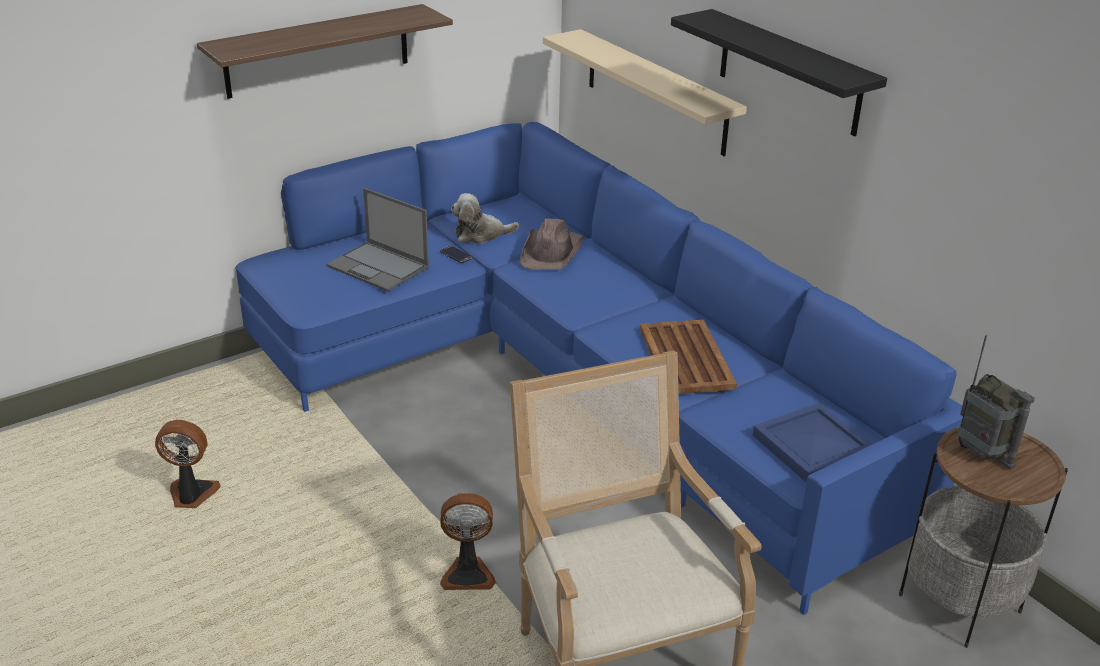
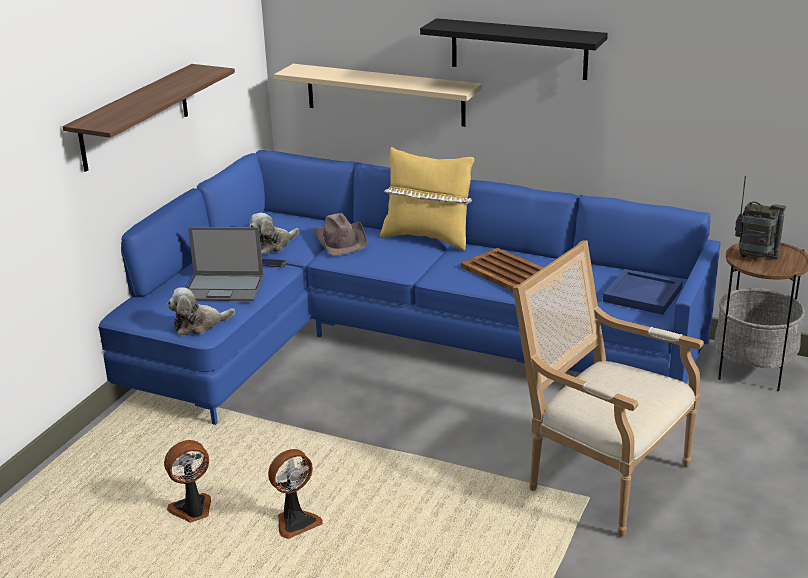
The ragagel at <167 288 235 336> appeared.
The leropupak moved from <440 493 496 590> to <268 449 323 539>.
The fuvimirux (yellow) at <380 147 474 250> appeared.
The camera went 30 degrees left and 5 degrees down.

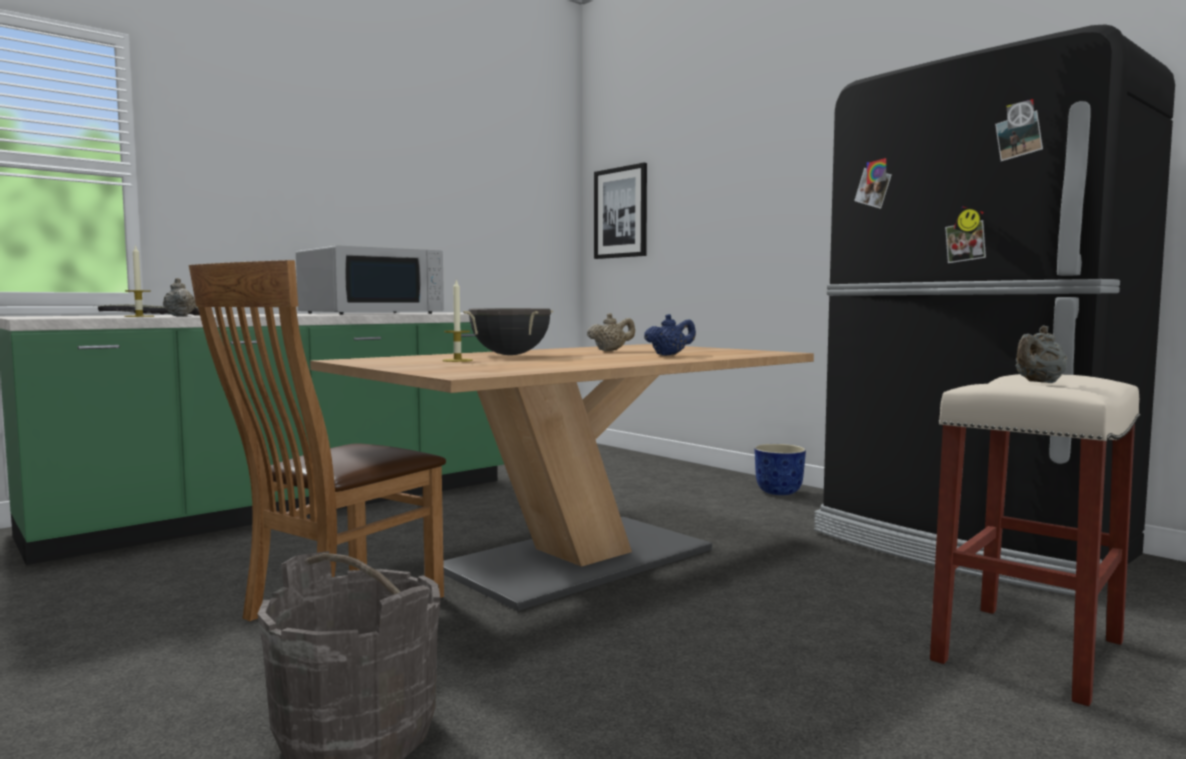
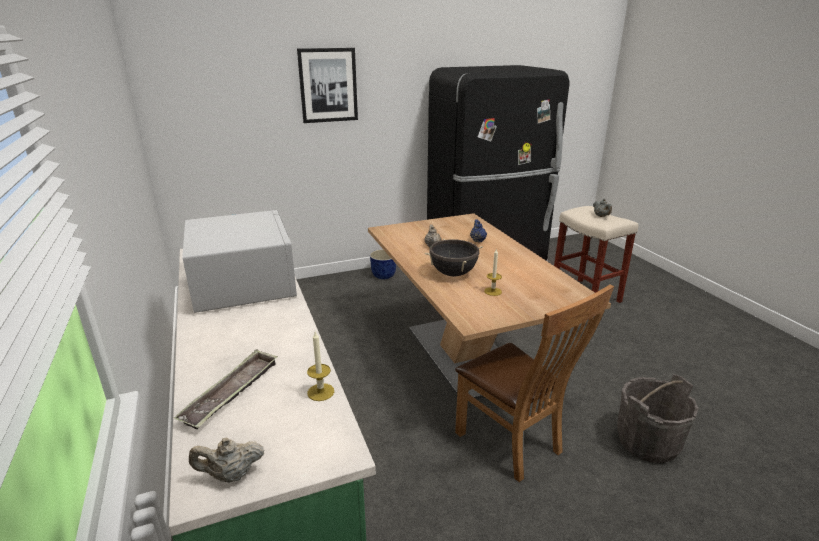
The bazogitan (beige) moved from <163 278 196 316> to <189 437 264 482>.
The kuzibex moved from <594 163 647 259> to <297 48 358 123>.
The camera went 70 degrees left and 20 degrees up.

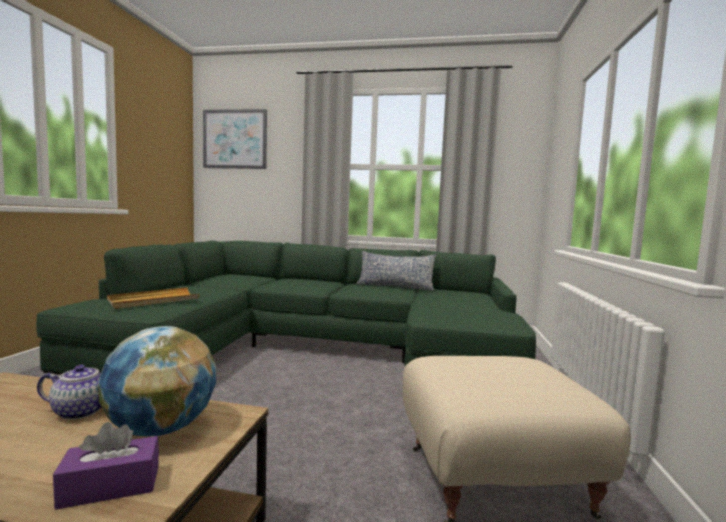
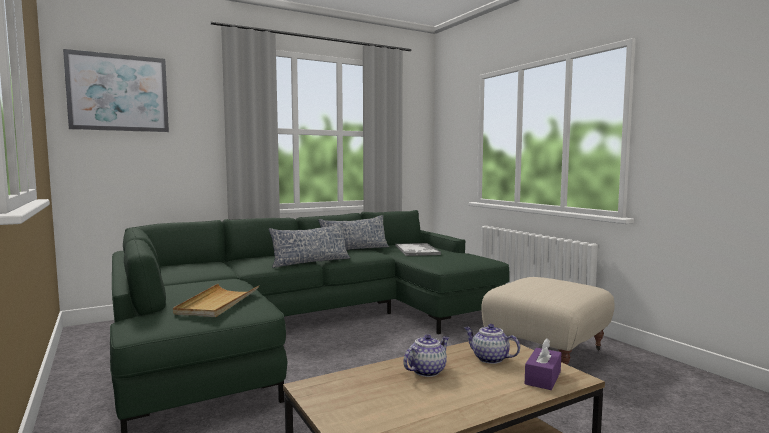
The fuvimirux at <269 222 350 268> appeared.
The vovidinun at <396 243 441 256> appeared.
The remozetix at <98 326 216 436> was replaced by the bazogitan at <464 324 520 364>.
The camera went 40 degrees left and 0 degrees up.

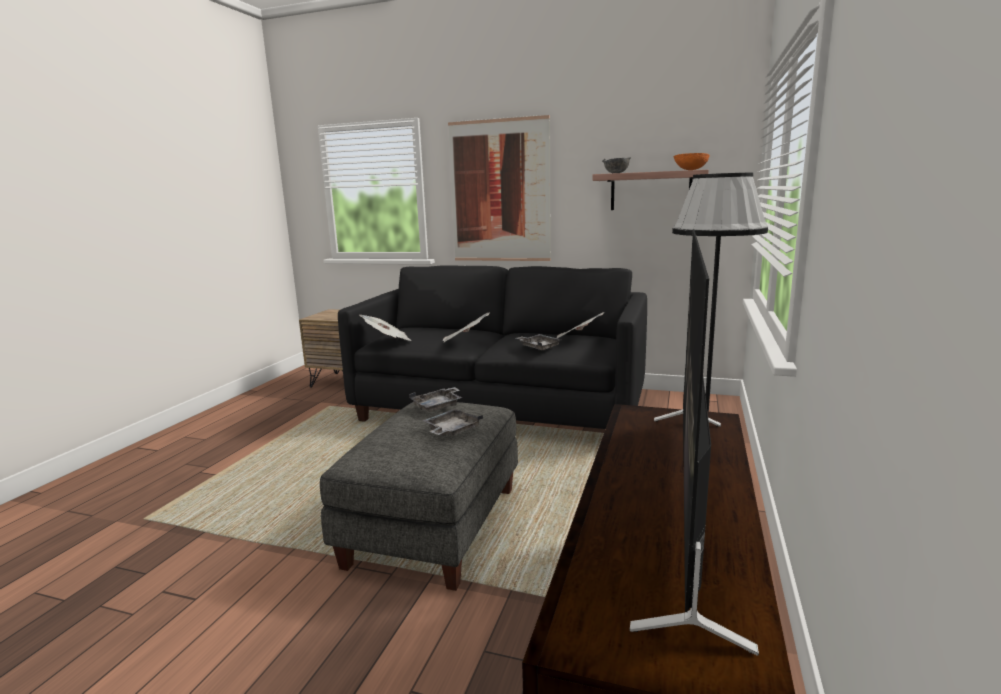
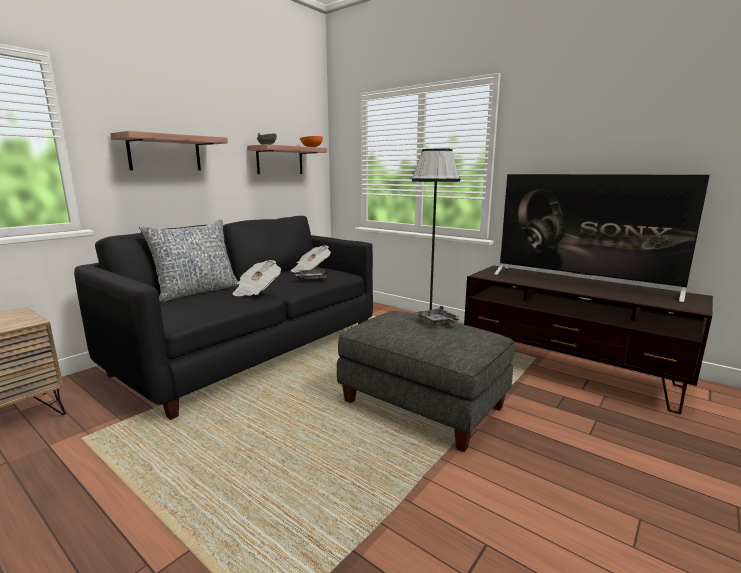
The kuzibex at <448 115 551 261> was replaced by the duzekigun at <110 131 228 171>.
The fuvimirux at <139 219 240 302> appeared.
The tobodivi at <359 315 412 341> disappeared.
The vovidinun (grey) at <409 387 462 412> disappeared.
The camera went 70 degrees left and 0 degrees up.

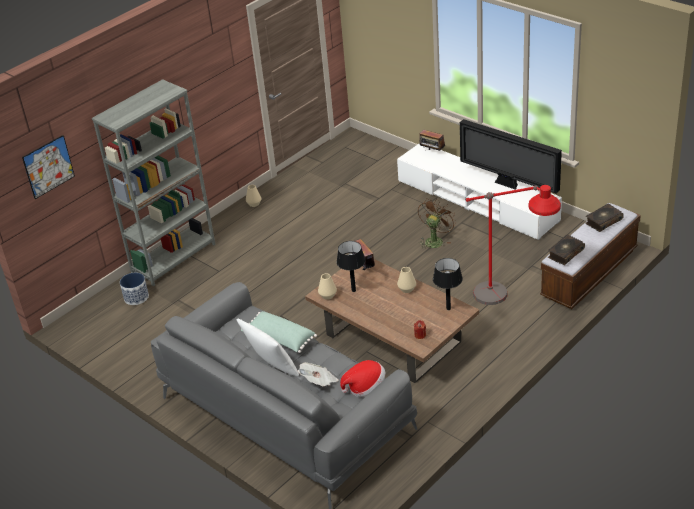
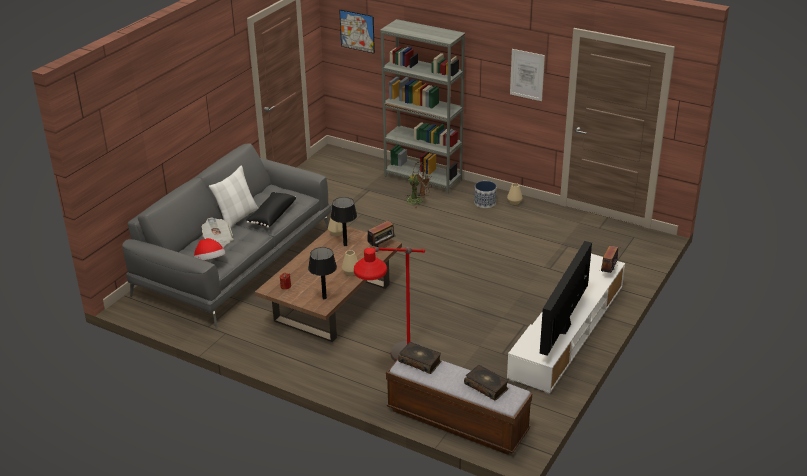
The fuvimirux (green) at <241 311 317 353> became the fuvimirux (black) at <246 192 296 228>.
The leropupak (brown) moved from <418 199 456 250> to <404 162 432 208>.
The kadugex moved from <120 273 149 305> to <474 181 497 208>.
The kuzibex at <510 49 545 101> appeared.
The camera went 75 degrees right and 5 degrees down.

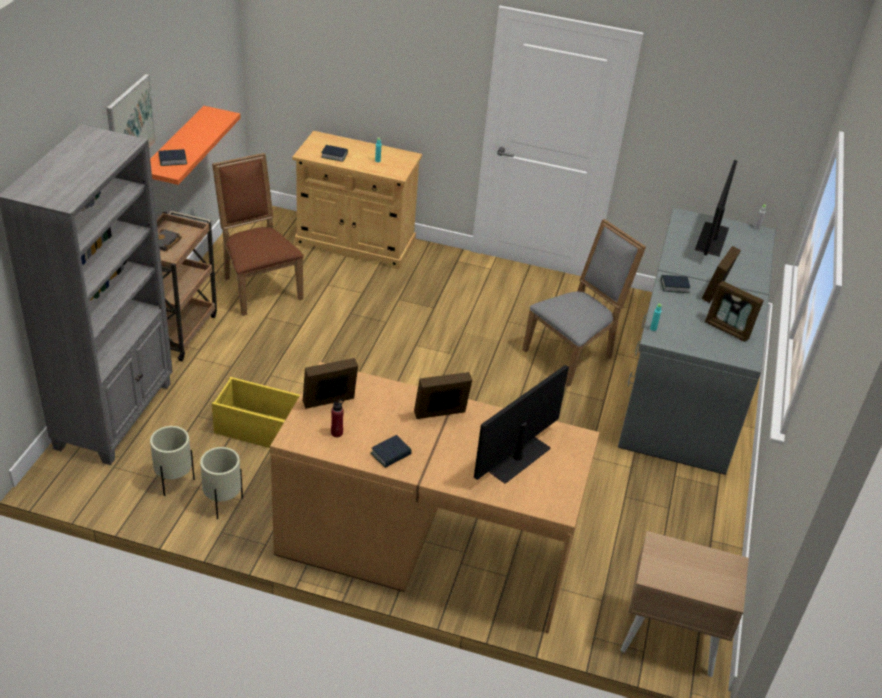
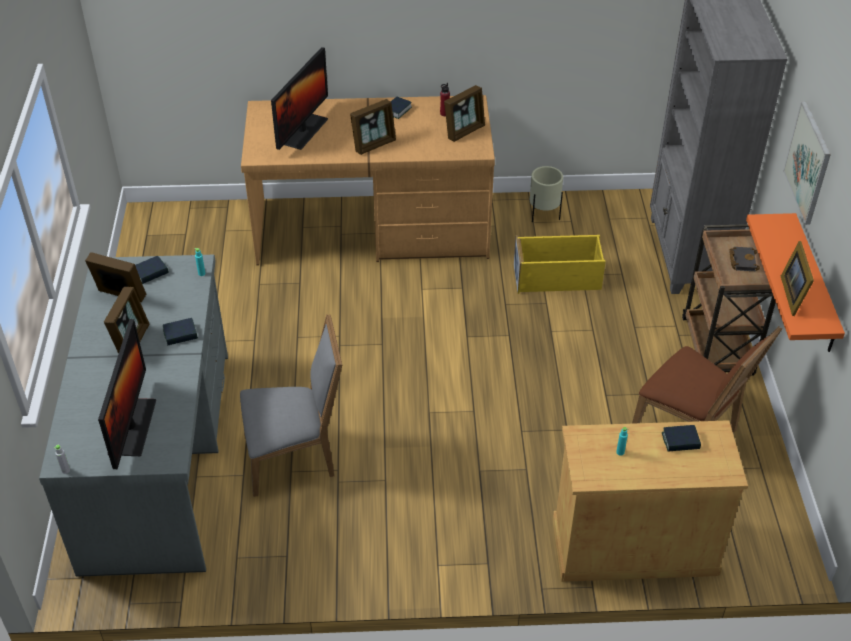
The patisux moved from <159 149 187 166> to <135 256 169 284>.
The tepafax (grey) at <522 219 646 386> turned 135 degrees counterclockwise.
The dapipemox at <781 241 814 316> appeared.
The kadugex (beige) at <150 426 195 496> disappeared.
The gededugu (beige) at <621 531 749 677> disappeared.
The camera went 165 degrees right and 5 degrees up.

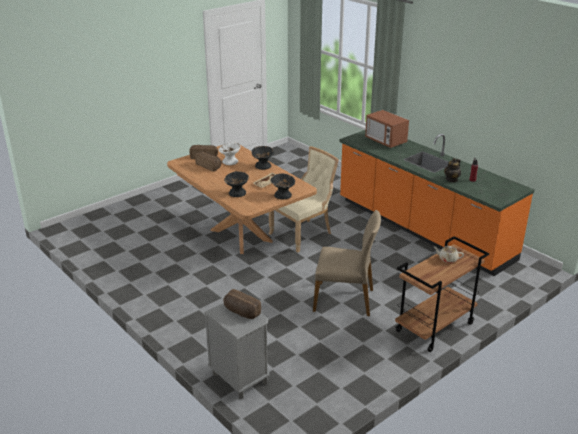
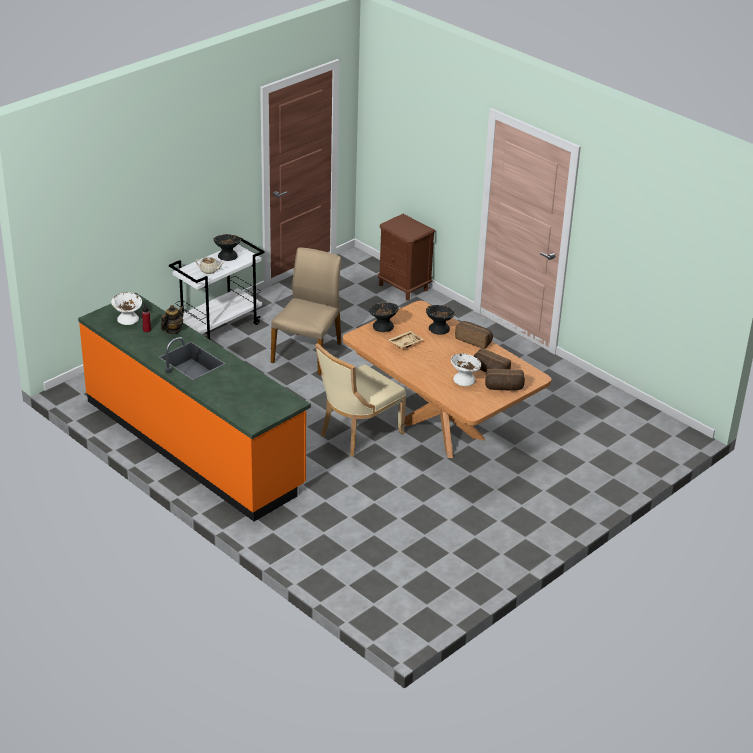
The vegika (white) at <111 292 142 325> appeared.
The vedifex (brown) at <395 236 489 352> became the vedifex (white) at <169 235 265 339>.
The vegika (black) moved from <251 146 274 170> to <214 234 241 261>.
The tepafax (beige) at <313 210 381 316> turned 105 degrees clockwise.
The gededugu (grey) at <204 303 270 399> became the gededugu (brown) at <378 214 435 301>.
The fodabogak moved from <224 289 261 319> to <455 321 493 349>.
The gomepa at <365 110 409 148> disappeared.
The camera went 175 degrees right and 5 degrees up.

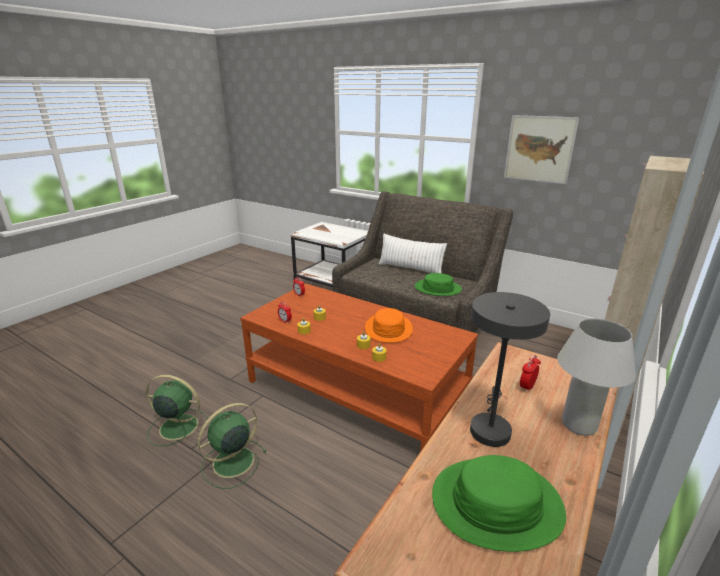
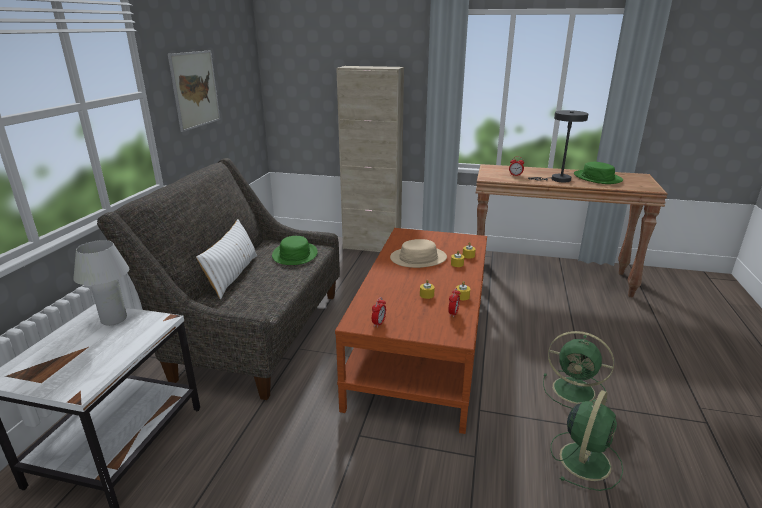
The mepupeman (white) moved from <557 318 636 436> to <73 240 129 326>.
The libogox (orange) at <365 308 413 343> became the libogox (beige) at <390 239 447 268>.
The leropupak (green) at <146 375 207 446> turned 135 degrees counterclockwise.
The camera went 110 degrees left and 0 degrees up.

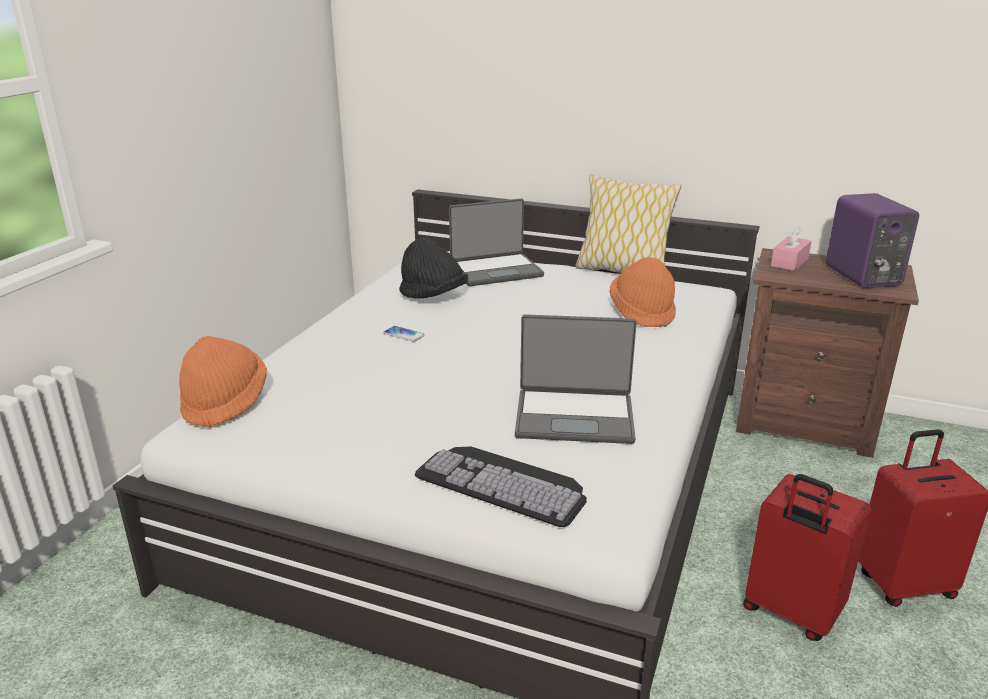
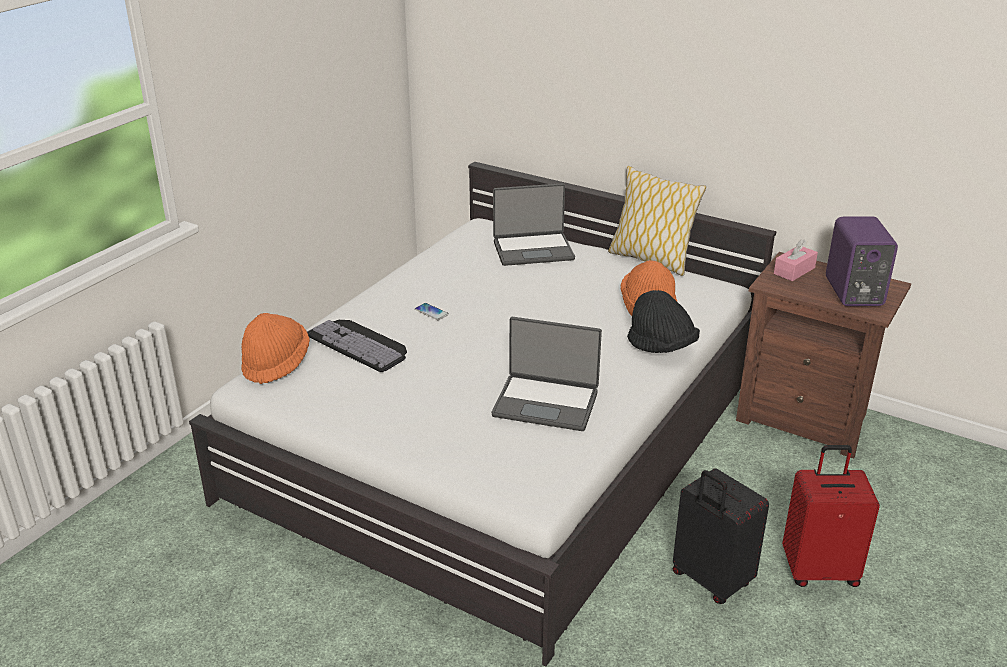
The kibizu moved from <415 447 587 527> to <307 320 407 372>.
The libogox (black) moved from <399 238 468 299> to <627 290 700 353>.
The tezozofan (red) at <743 474 871 641> became the tezozofan (black) at <673 468 769 604>.
The camera went 10 degrees right and 5 degrees up.

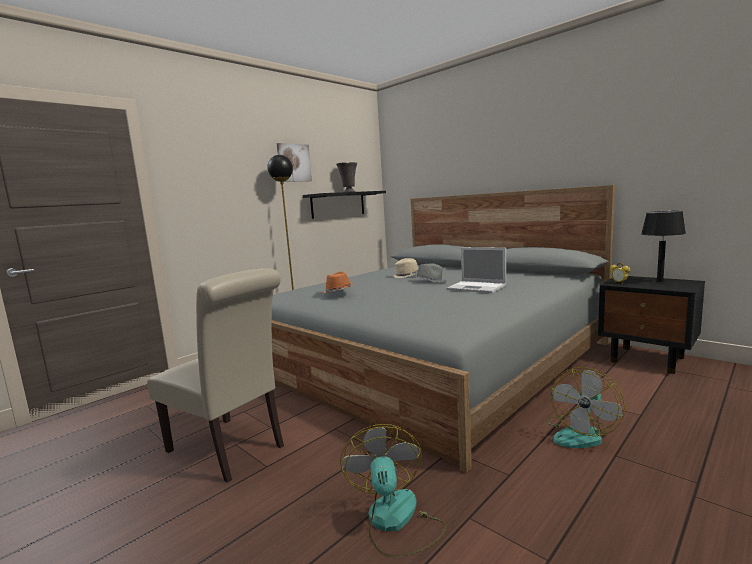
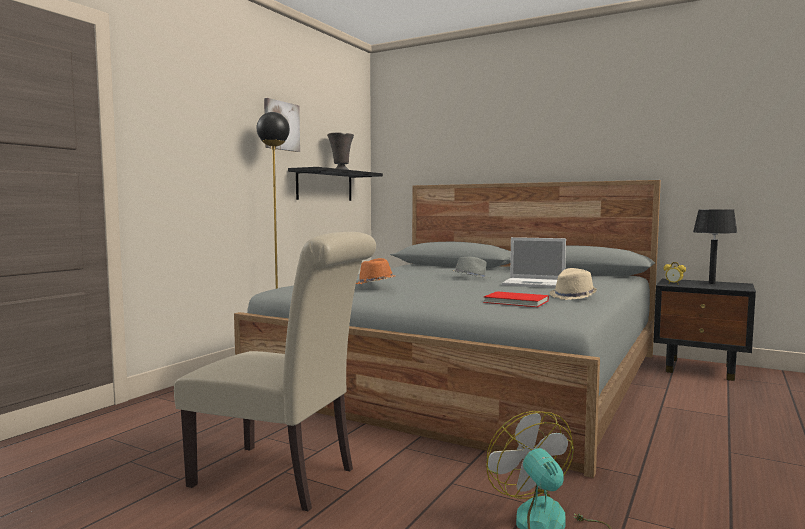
The patisux (red) at <483 291 549 307> appeared.
The libogox (beige) moved from <393 258 419 278> to <549 268 597 300>.
The leropupak at <546 367 625 448> disappeared.
The camera went 15 degrees left and 5 degrees down.

